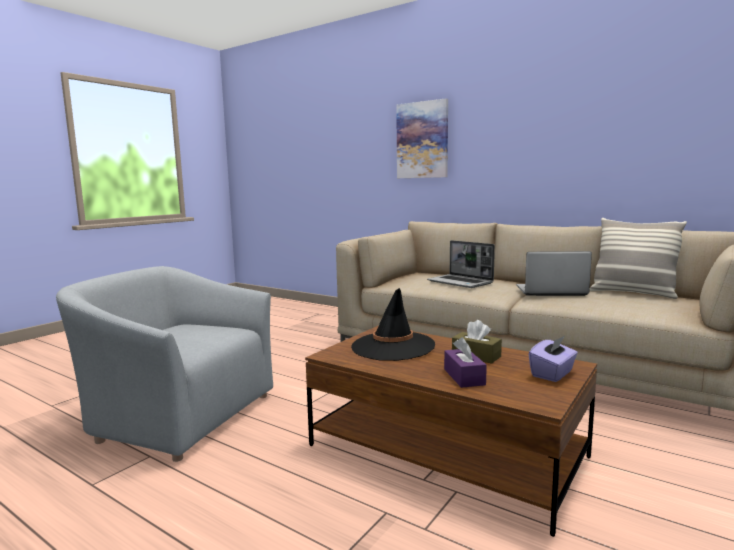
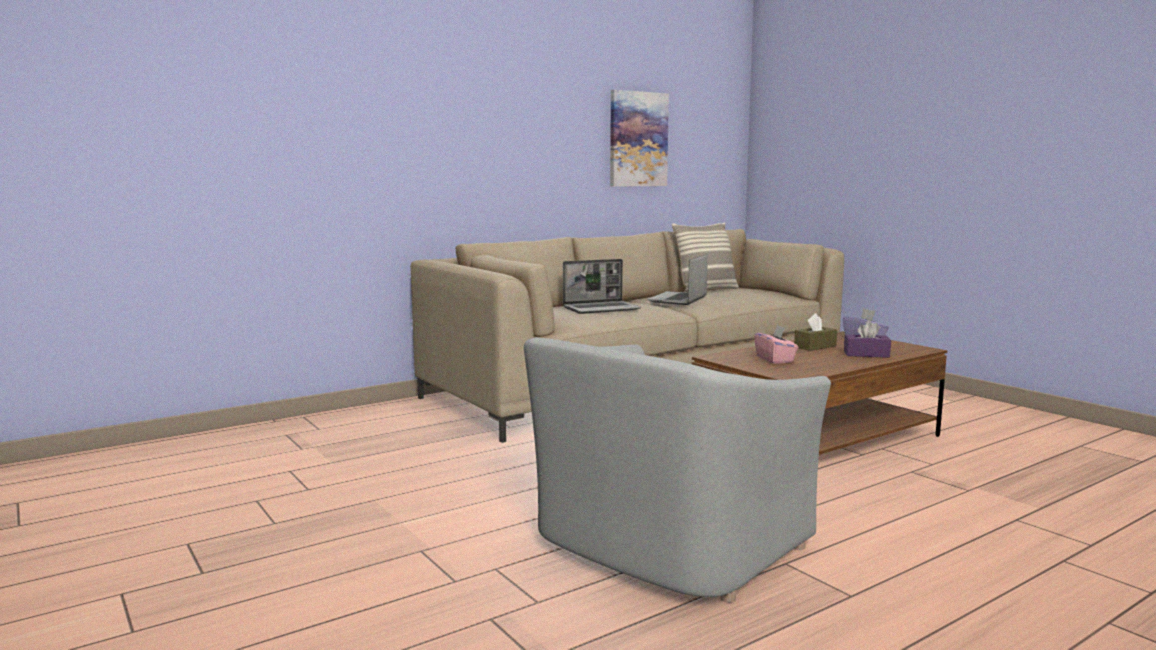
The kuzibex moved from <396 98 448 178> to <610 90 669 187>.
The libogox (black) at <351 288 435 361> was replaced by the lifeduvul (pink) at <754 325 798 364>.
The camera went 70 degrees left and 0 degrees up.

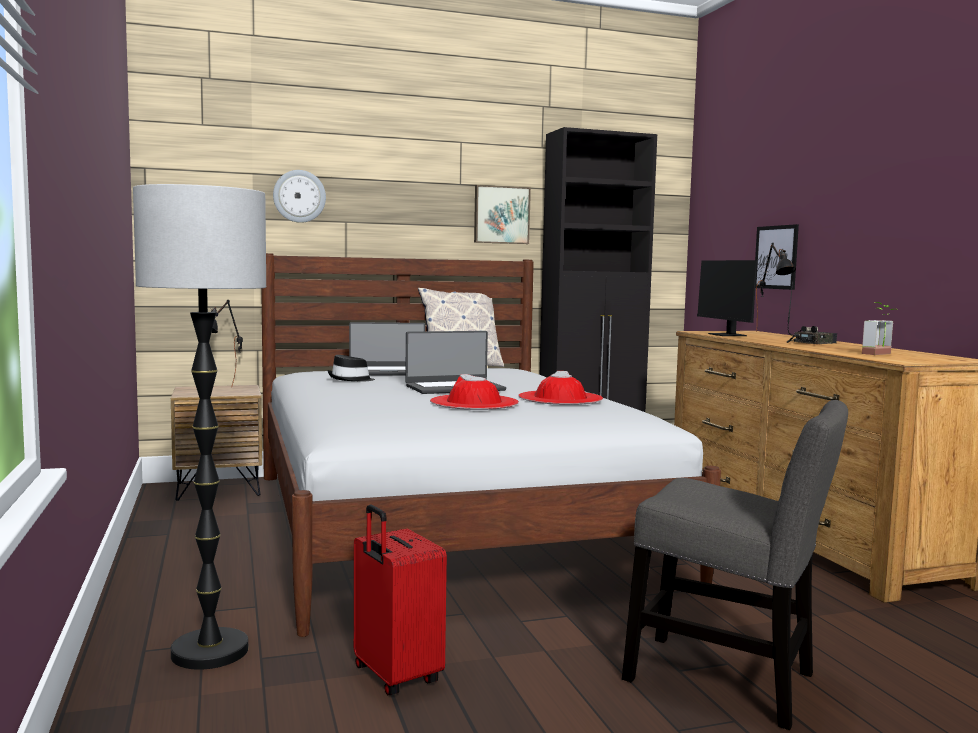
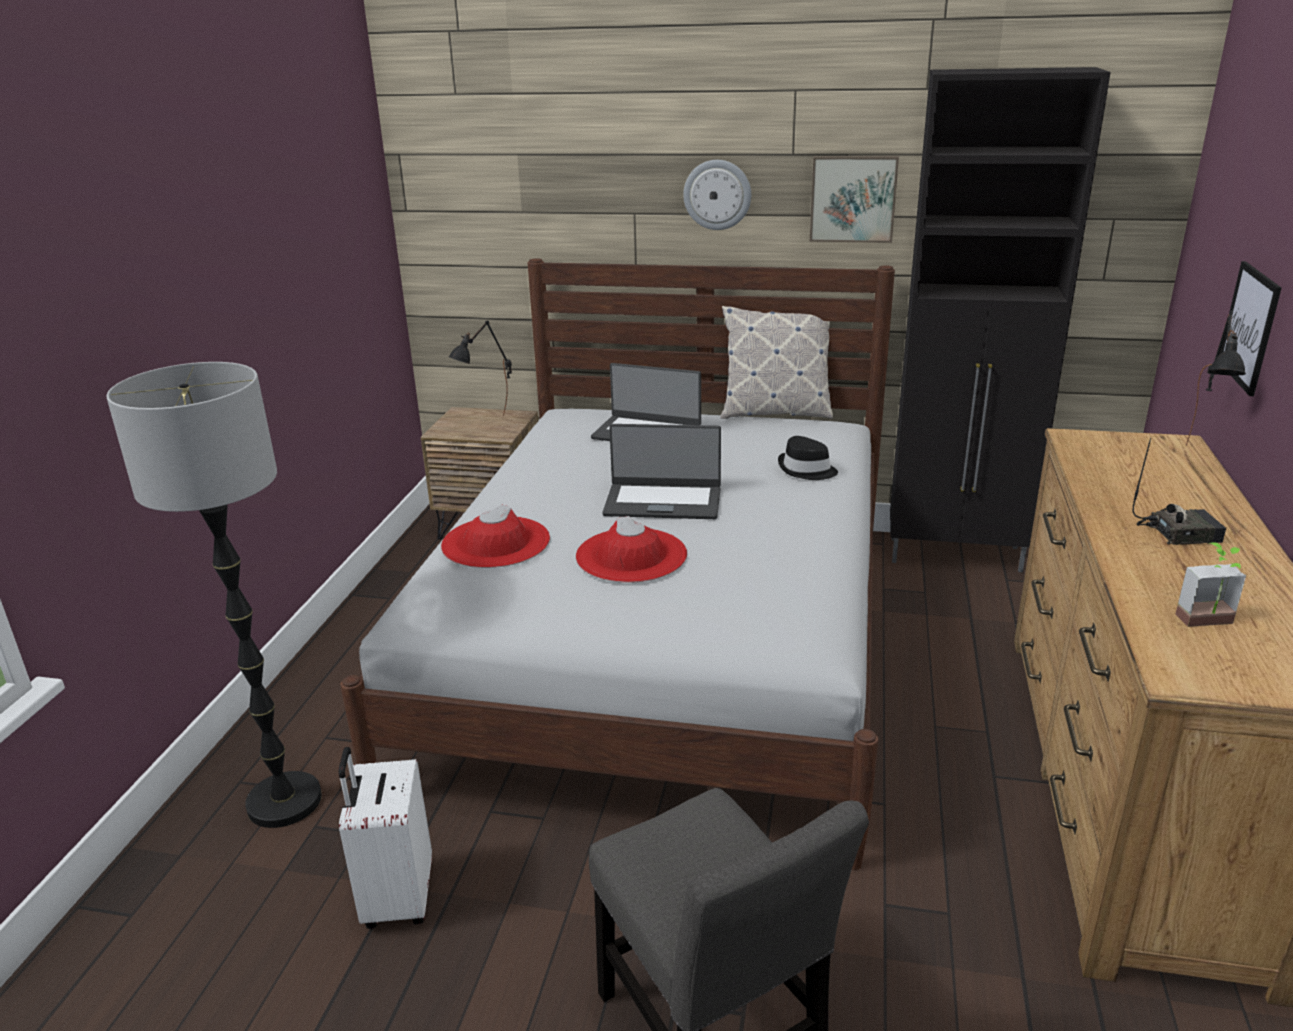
The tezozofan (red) at <354 504 447 695> became the tezozofan (white) at <338 747 432 929>.
The libogox (red) moved from <518 371 603 405> to <441 505 550 568>.
The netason moved from <273 170 326 223> to <683 160 751 230>.
The libogox (black) moved from <327 355 375 382> to <778 436 838 480>.
The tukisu at <697 260 776 336> disappeared.
The camera went 30 degrees right and 20 degrees up.

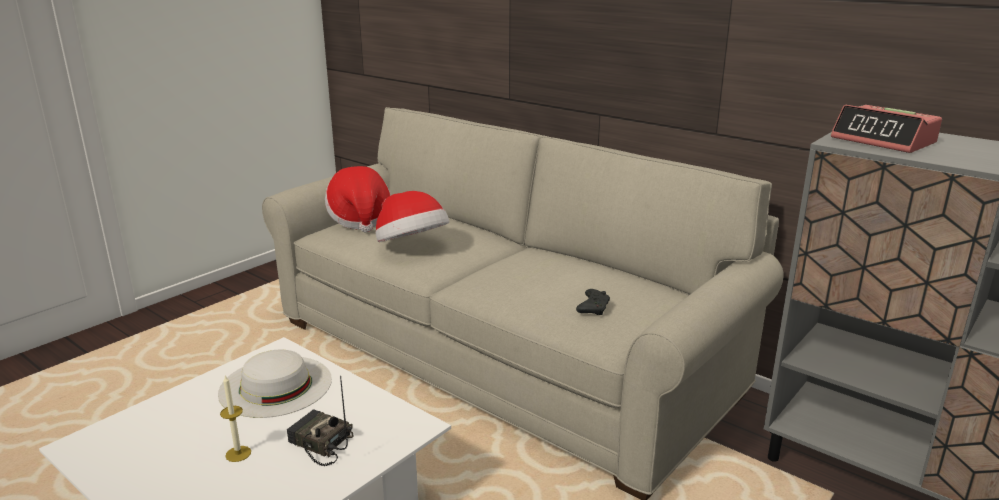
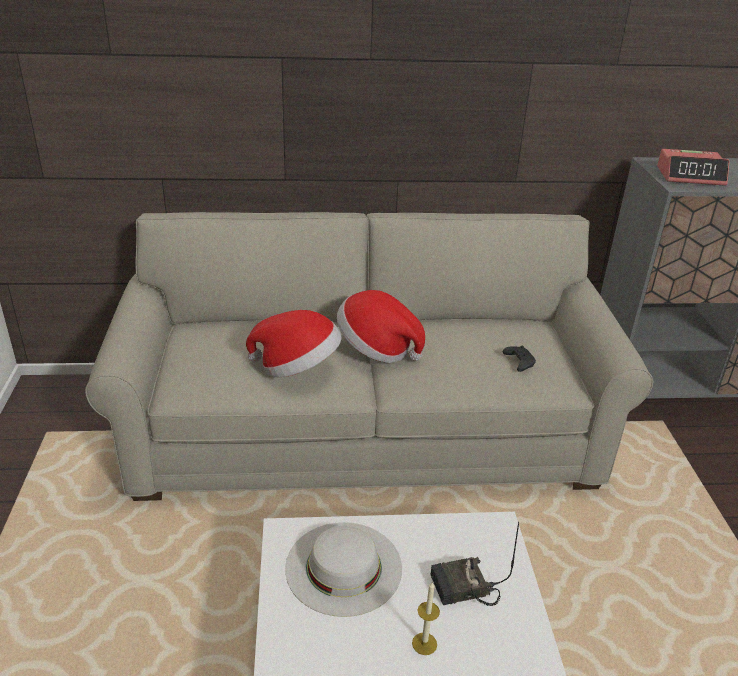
The libogox moved from <325 166 391 233> to <337 290 425 363>.
The camera went 45 degrees left and 10 degrees up.

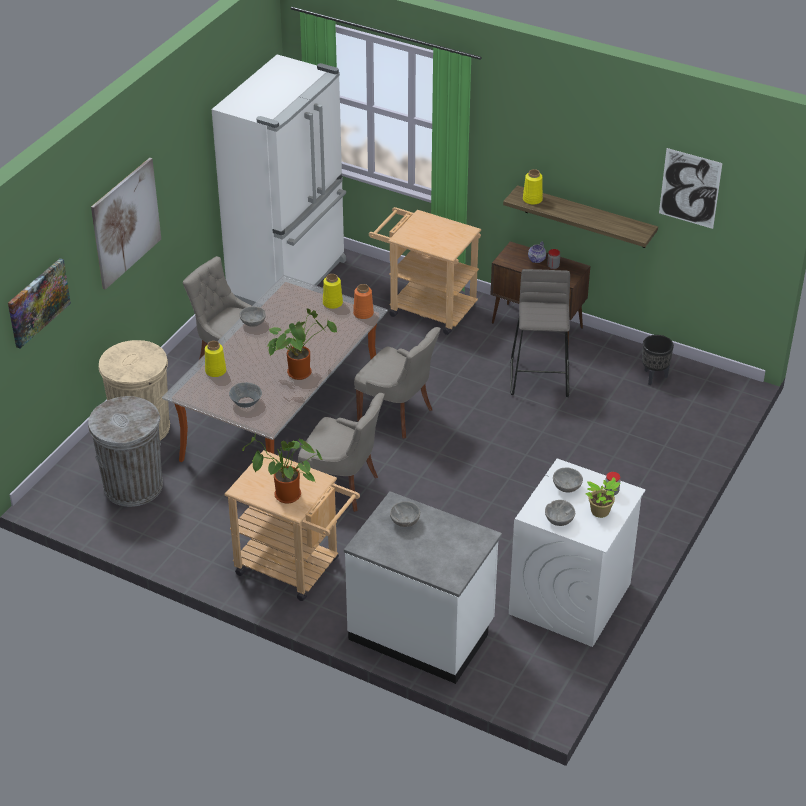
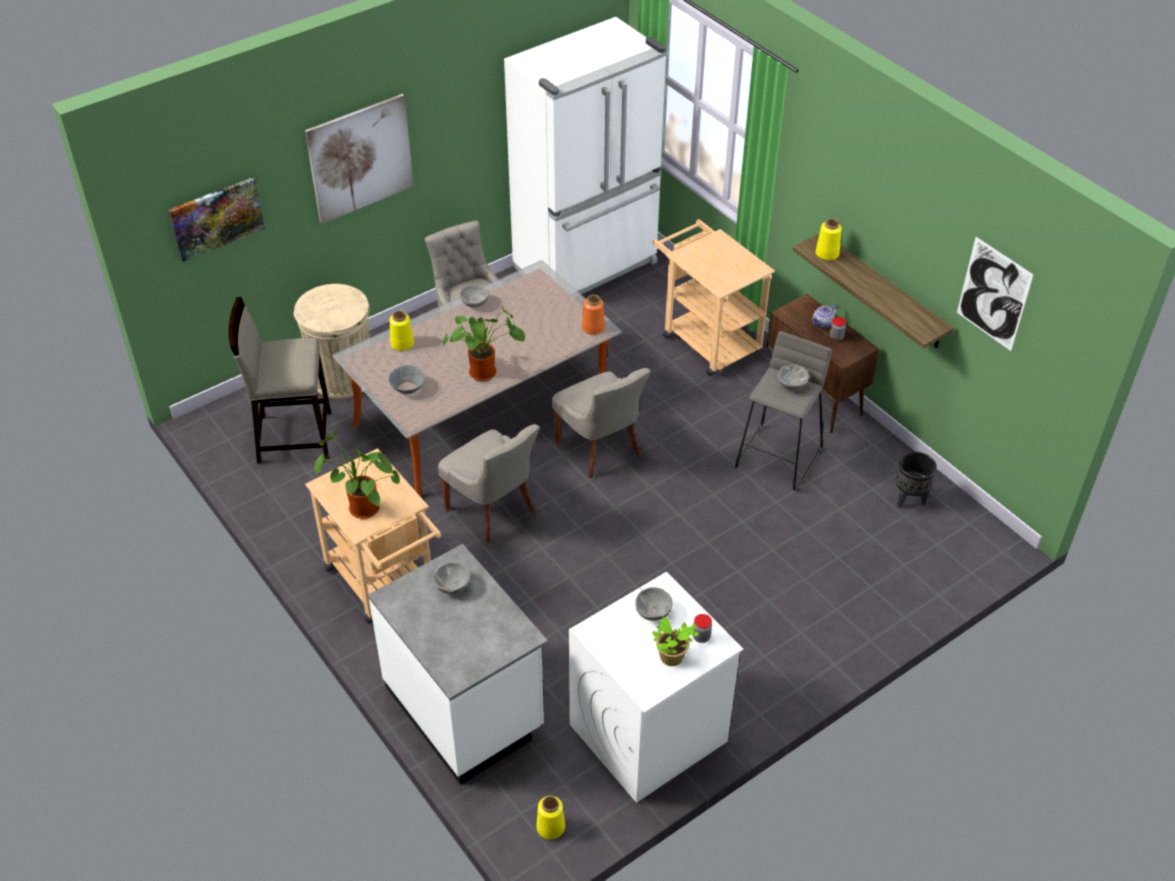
The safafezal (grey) at <88 396 163 507> was replaced by the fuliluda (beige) at <229 297 331 464>.
The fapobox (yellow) moved from <323 274 343 309> to <536 796 565 839>.
The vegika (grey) moved from <545 500 575 526> to <778 365 809 390>.
The camera went 25 degrees right and 5 degrees up.

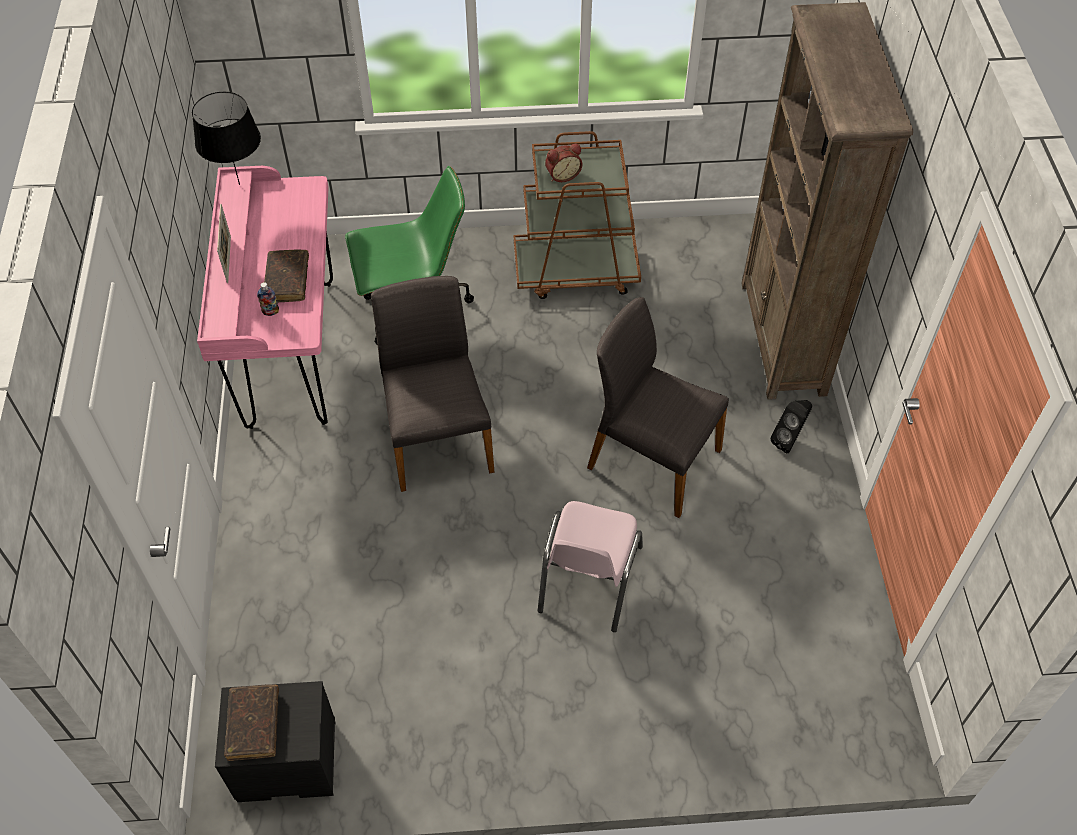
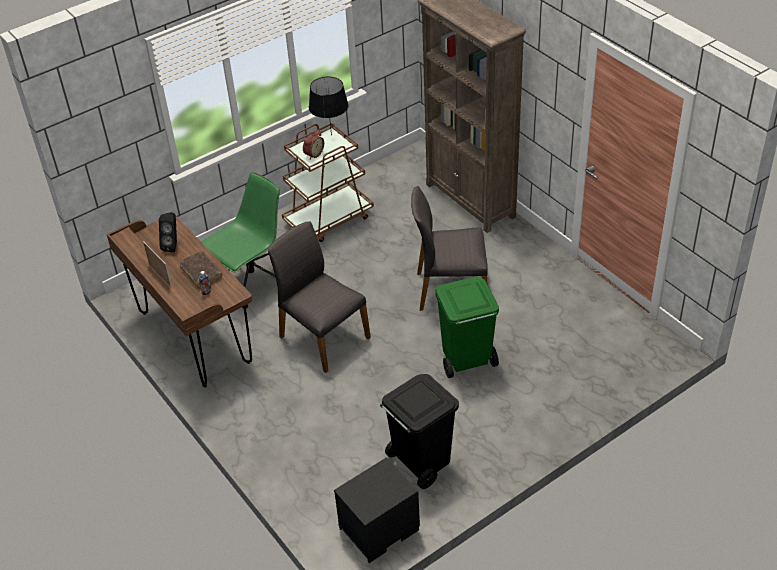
The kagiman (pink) at <197 166 333 429> became the kagiman (brown) at <107 216 252 388>.
The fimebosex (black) moved from <770 400 812 453> to <159 212 177 252>.
The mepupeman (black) moved from <192 92 261 185> to <309 76 349 136>.
The safafezal (black) at <380 374 459 489> appeared.
The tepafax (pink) at <538 501 643 632> was replaced by the safafezal (green) at <435 276 499 378>.
The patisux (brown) at <224 684 279 761> disappeared.
The camera went 30 degrees left and 10 degrees down.

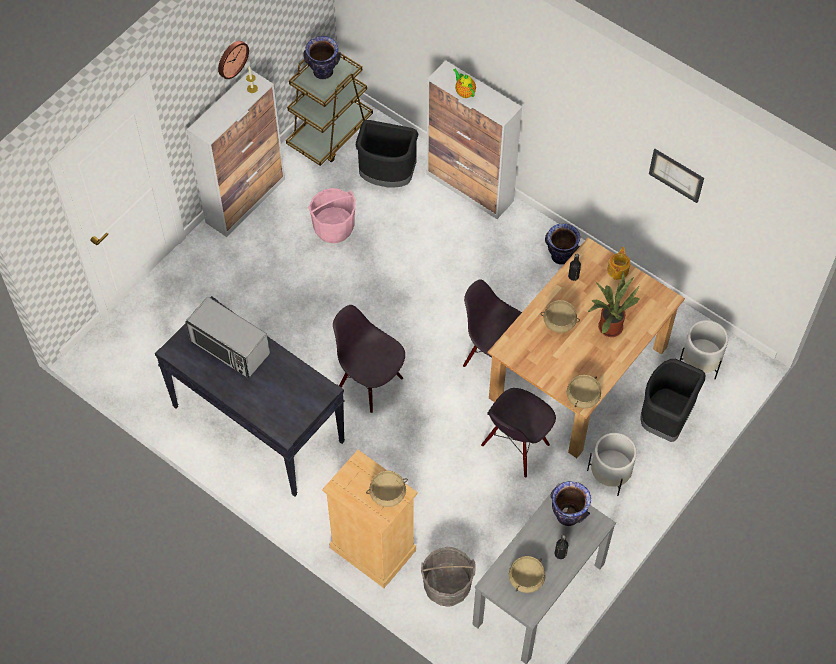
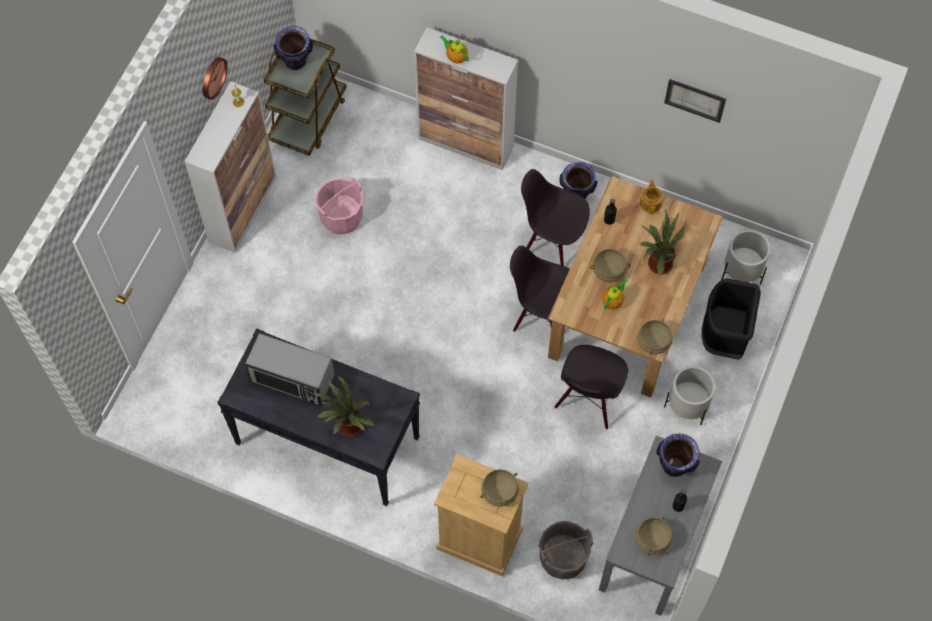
The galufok at <313 375 374 436> appeared.
The tepafax (black) moved from <333 305 405 413> to <521 169 590 266>.
The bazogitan at <602 278 628 309> appeared.
The safafezal (black) at <356 120 418 187> disappeared.
The camera went 15 degrees left and 5 degrees up.

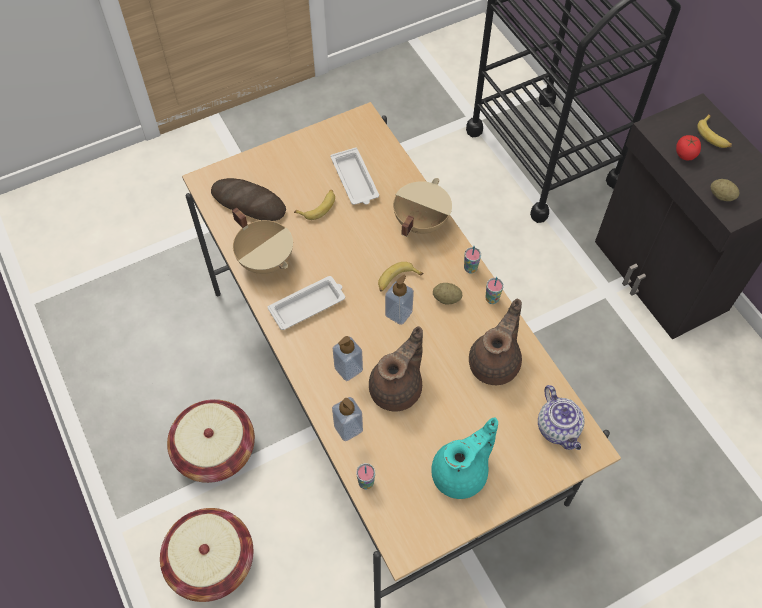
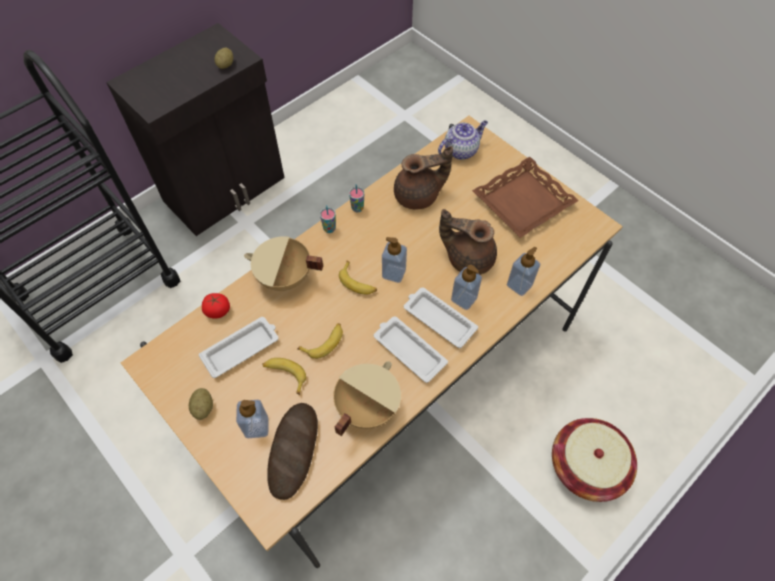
The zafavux moved from <433 283 462 305> to <189 388 213 420>.
The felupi moved from <676 135 701 161> to <202 293 230 319>.
The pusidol at <236 400 269 438> appeared.
The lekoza moved from <697 114 732 148> to <297 323 343 359>.
The bazogitan (brown) at <469 299 522 385> turned 150 degrees clockwise.
The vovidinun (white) at <404 287 478 348> appeared.
The bazogitan (turquoise) at <431 418 498 499> was replaced by the vovidinun (brown) at <472 157 579 238>.
The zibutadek at <167 399 255 483> disappeared.
The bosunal at <356 463 375 490> disappeared.
The camera went 105 degrees left and 0 degrees up.

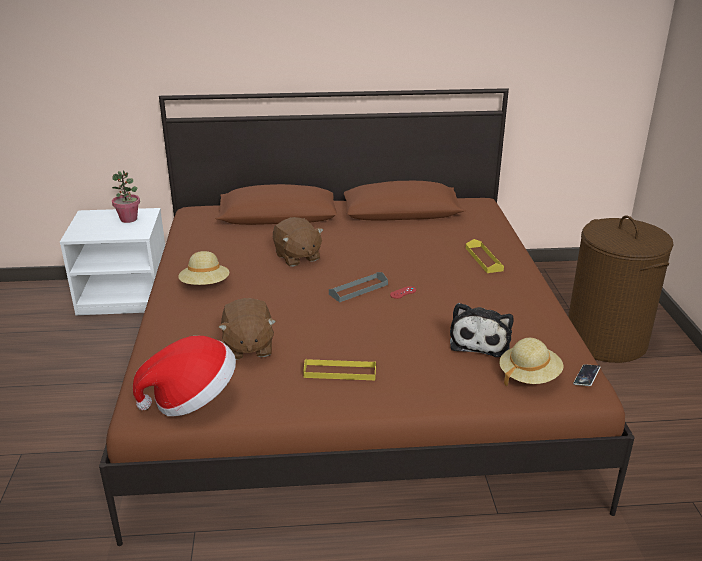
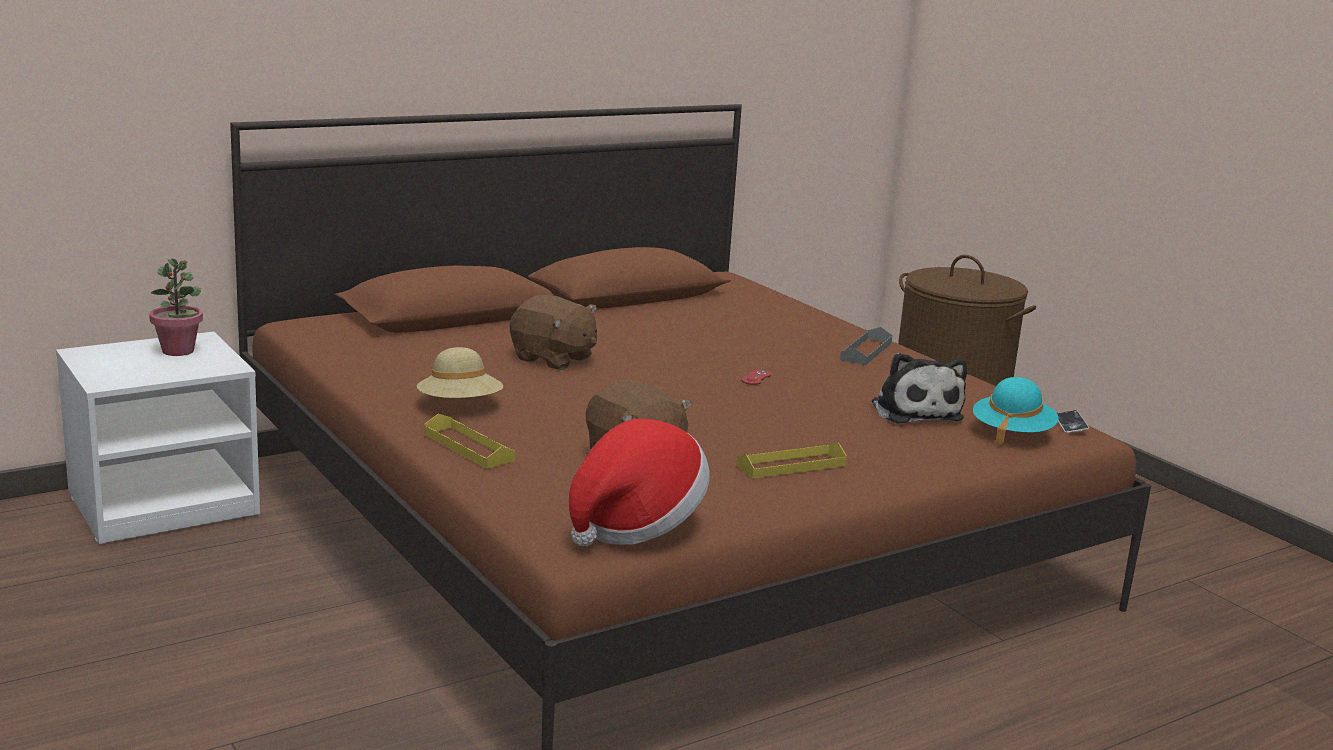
The vovidinun (yellow) moved from <466 239 504 273> to <424 414 515 469>.
The vovidinun (grey) moved from <329 272 388 302> to <840 327 892 365>.
The libogox (beige) at <499 338 563 386> became the libogox (turquoise) at <973 377 1059 447>.
The camera went 30 degrees left and 10 degrees down.

